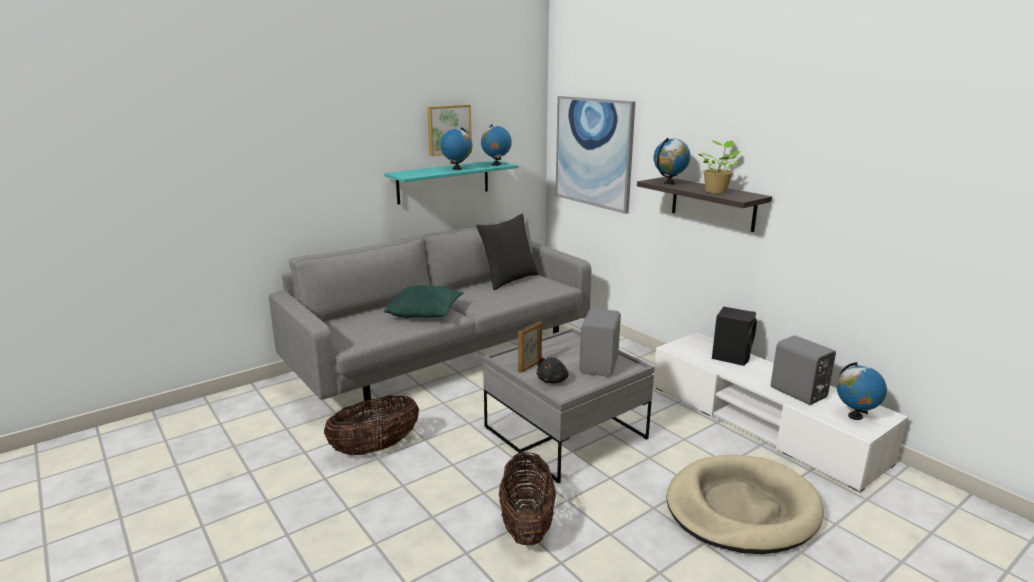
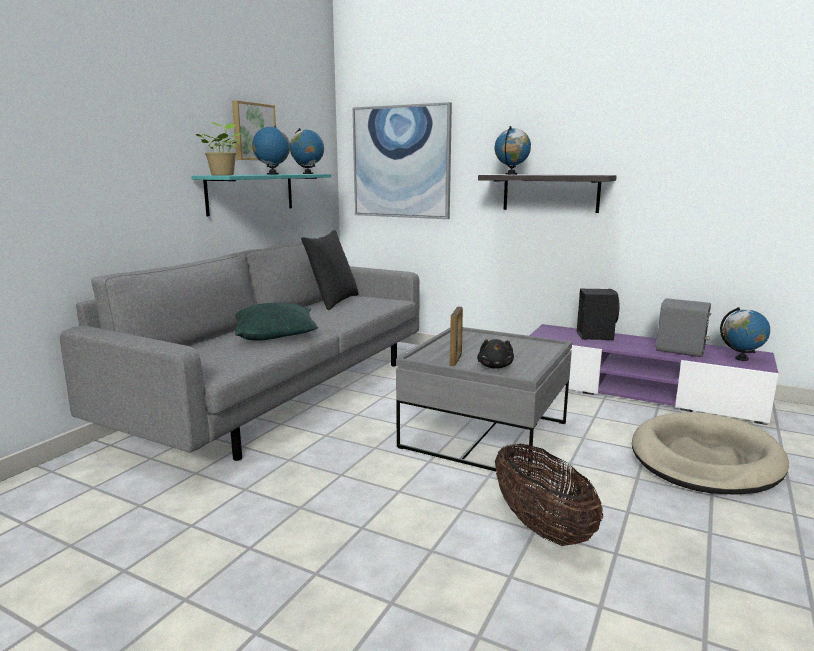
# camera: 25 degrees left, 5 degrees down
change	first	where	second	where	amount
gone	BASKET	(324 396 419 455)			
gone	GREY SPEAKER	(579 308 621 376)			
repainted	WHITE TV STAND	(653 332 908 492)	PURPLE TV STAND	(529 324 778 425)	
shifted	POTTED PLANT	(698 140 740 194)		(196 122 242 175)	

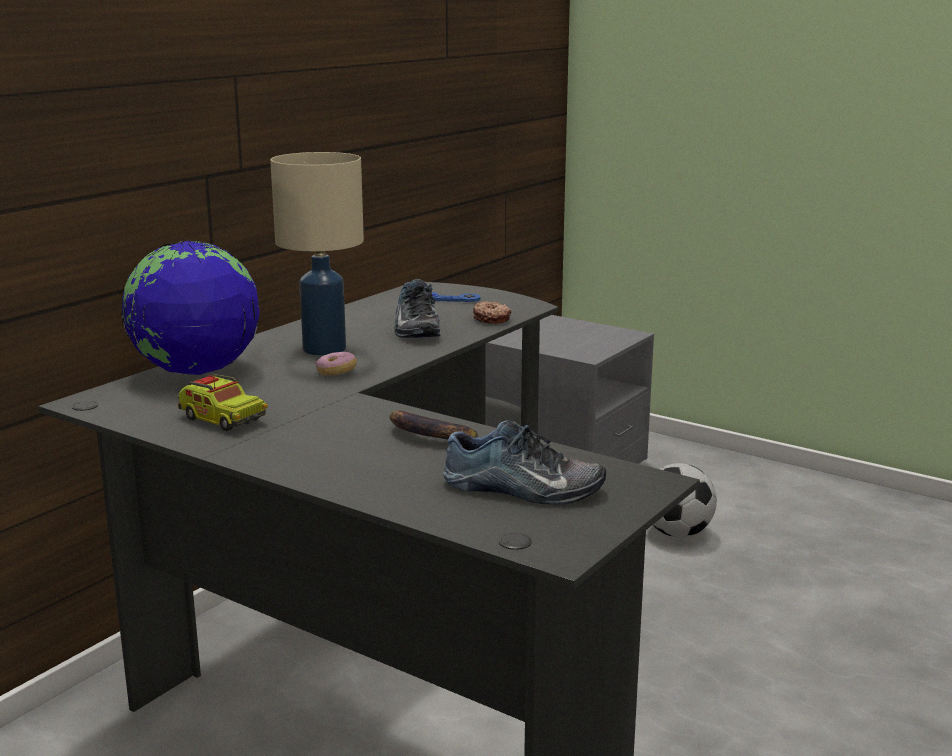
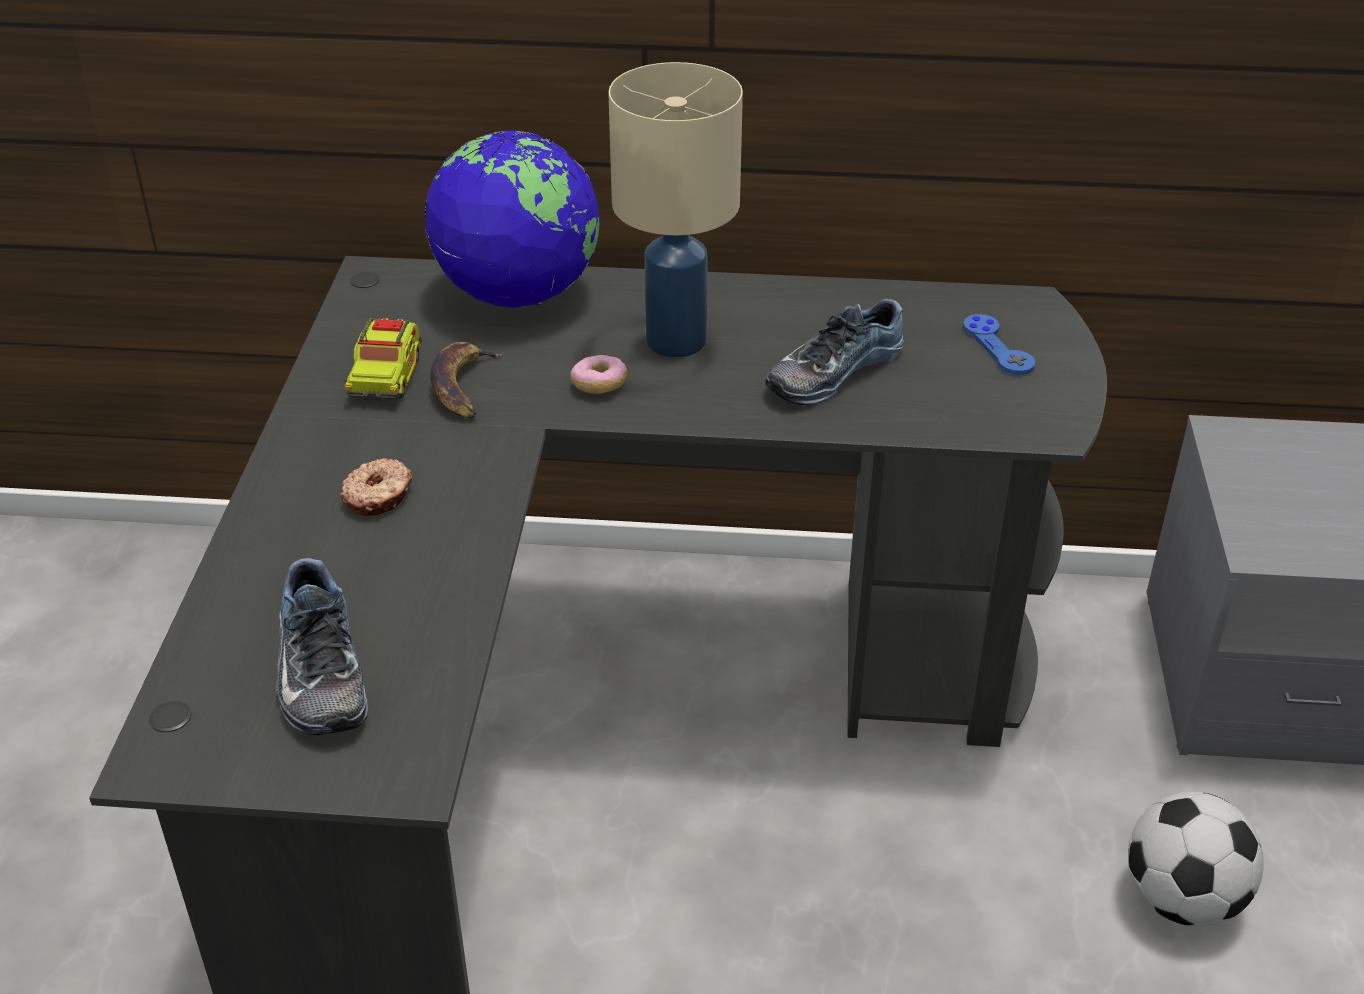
# camera: 60 degrees right, 20 degrees up
change	first	where	second	where	amount
shifted	BANANA	(389 410 478 439)		(430 342 503 419)	
shifted	DONUT	(473 301 512 324)		(340 458 412 516)	

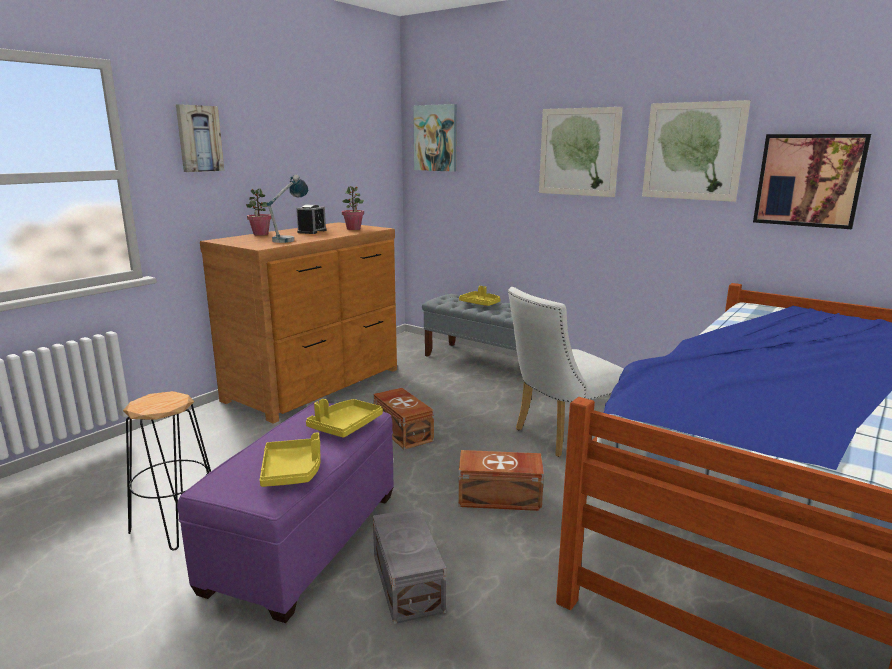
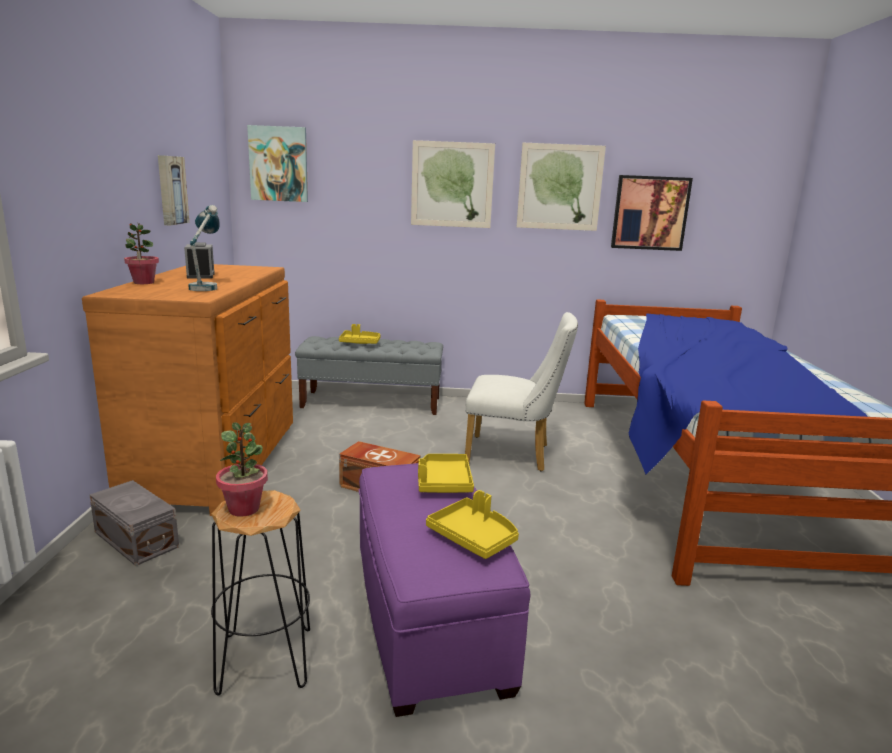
# camera: 35 degrees left, 0 degrees up
change	first	where	second	where	amount
shifted	PICTURE	(176 104 224 172)		(158 155 189 226)	
shifted	POTTED PLANT	(342 186 364 230)		(216 423 268 517)	
shifted	GREY STORAGE BOX	(373 508 446 624)		(90 480 179 566)	
gone	BROWN STORAGE BOX	(458 450 544 511)			
rotated	WHITE CHAIR	(508 287 624 457)		(465 312 578 471)	105 degrees counterclockwise

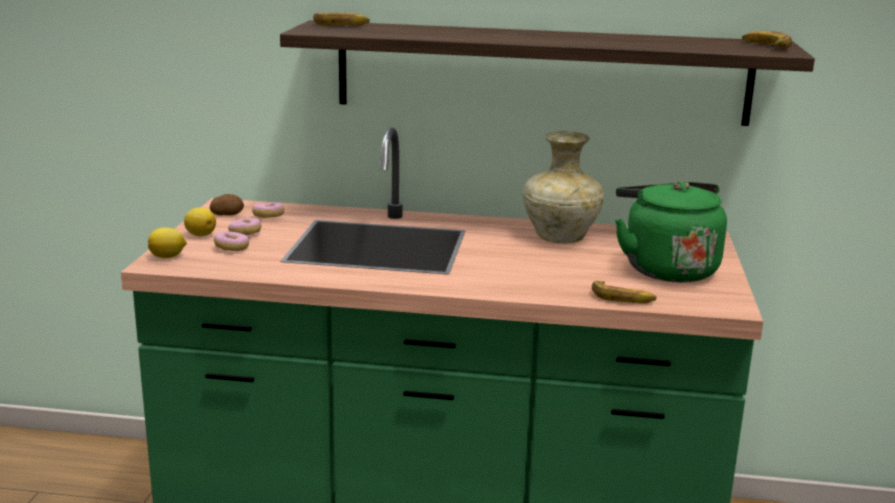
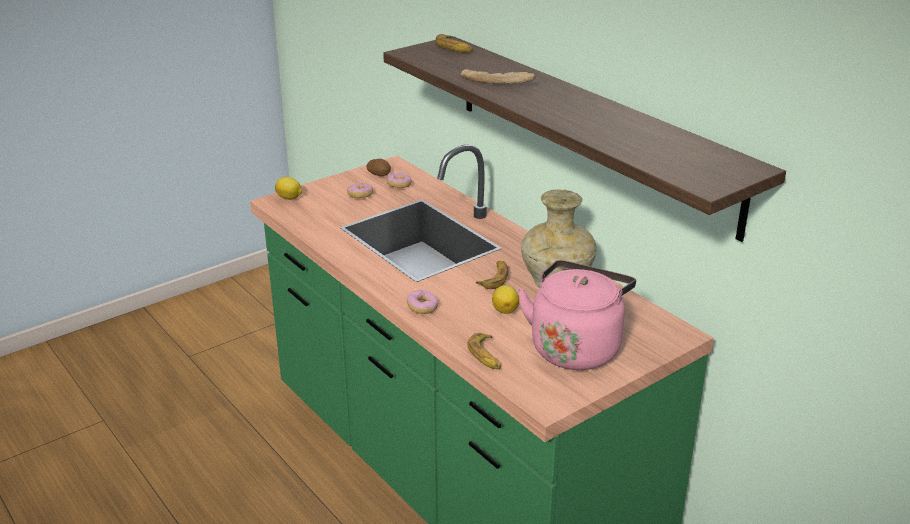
# camera: 45 degrees right, 10 degrees up
change	first	where	second	where	amount
shifted	LEMON	(184 207 216 237)		(492 285 519 314)	
shifted	DONUT	(214 231 249 251)		(407 290 438 314)	
repainted	GREEN KETTLE	(615 181 727 282)	PINK KETTLE	(517 260 636 370)	
shifted	BANANA	(742 31 792 49)		(476 261 508 289)	
new			BREAD	(461 69 536 84)	

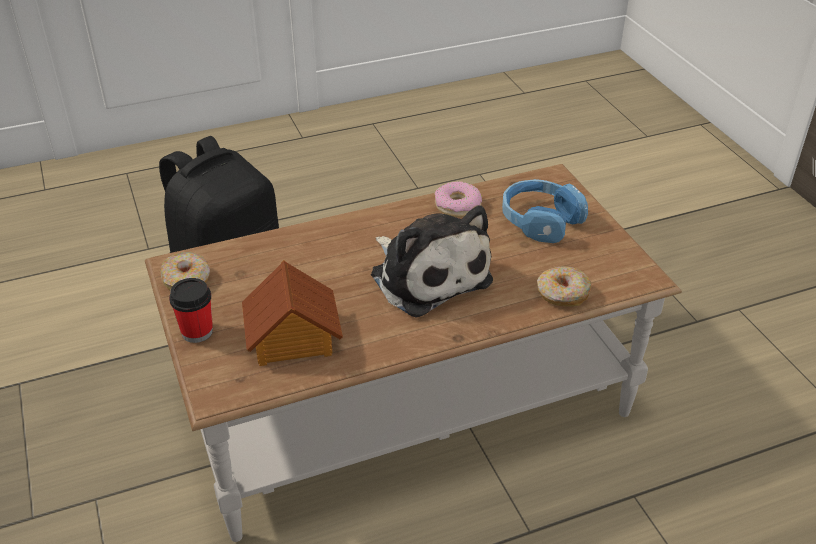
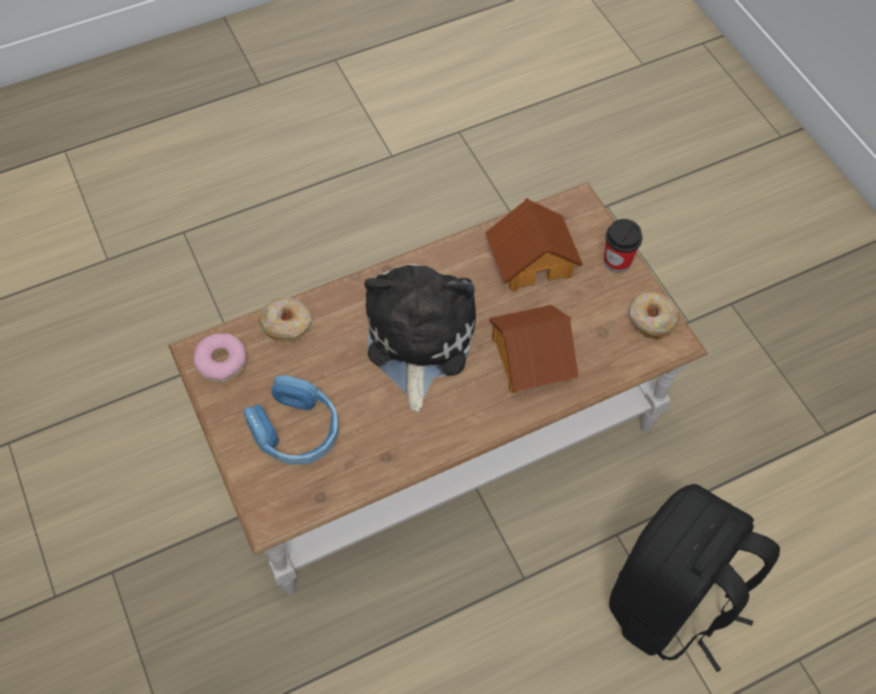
# camera: 175 degrees right, 20 degrees up
change	first	where	second	where	amount
rotated	PLUSH TOY	(371 205 493 318)		(364 264 476 412)	45 degrees clockwise
shifted	DONUT	(434 181 482 217)		(193 333 246 383)	
new			TOY HOUSE	(489 305 579 393)	

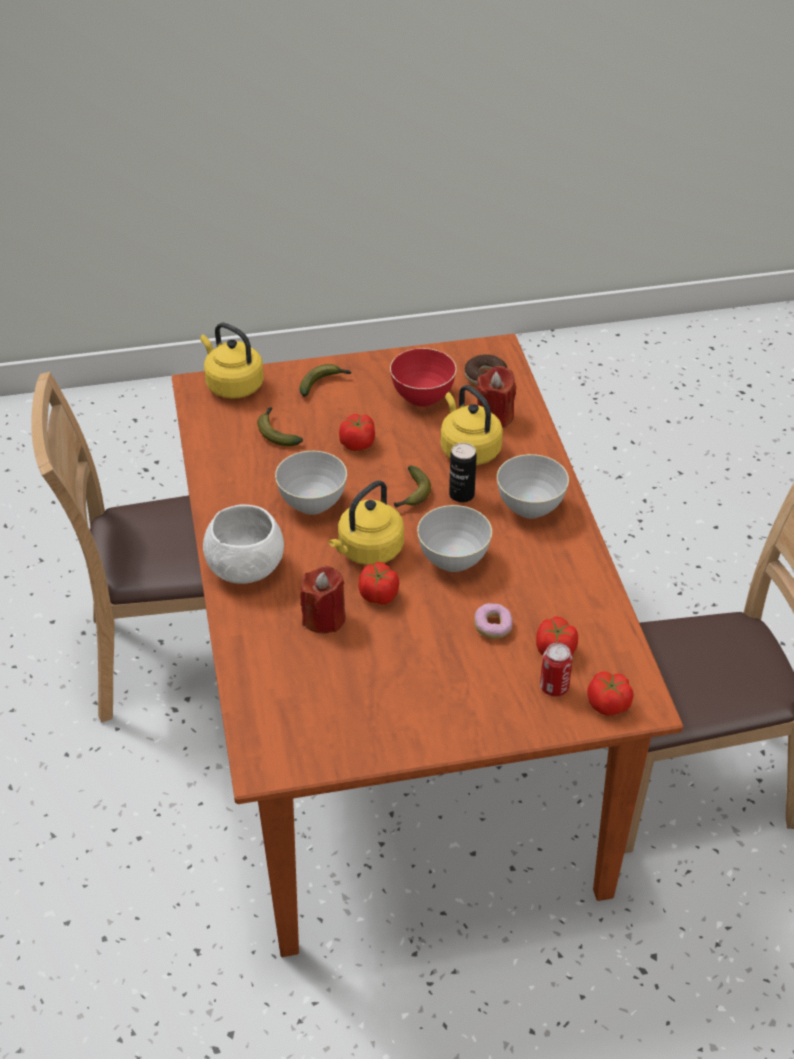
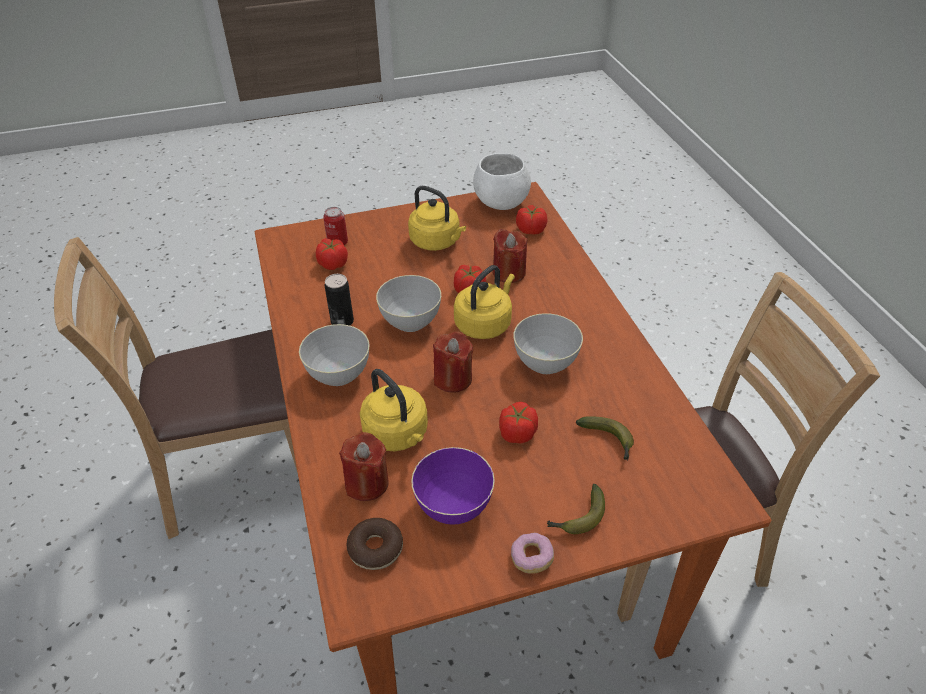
# camera: 175 degrees right, 0 degrees up
change	first	where	second	where	amount
shifted	YELLOW KETTLE	(200 323 264 399)		(408 186 466 251)	
shifted	WHITE BOWL	(203 504 284 584)		(473 153 531 210)	
repainted	RED BOWL	(390 348 456 407)	PURPLE BOWL	(411 447 495 525)	
swapped	BANANA	(394 465 431 508)	RED CANDLE	(433 331 474 393)	
shifted	CAN	(449 443 477 503)		(325 274 354 326)	
shifted	DONUT	(474 603 513 639)		(511 533 554 574)	
shifted	TOMATO	(587 671 634 716)		(516 205 547 235)	

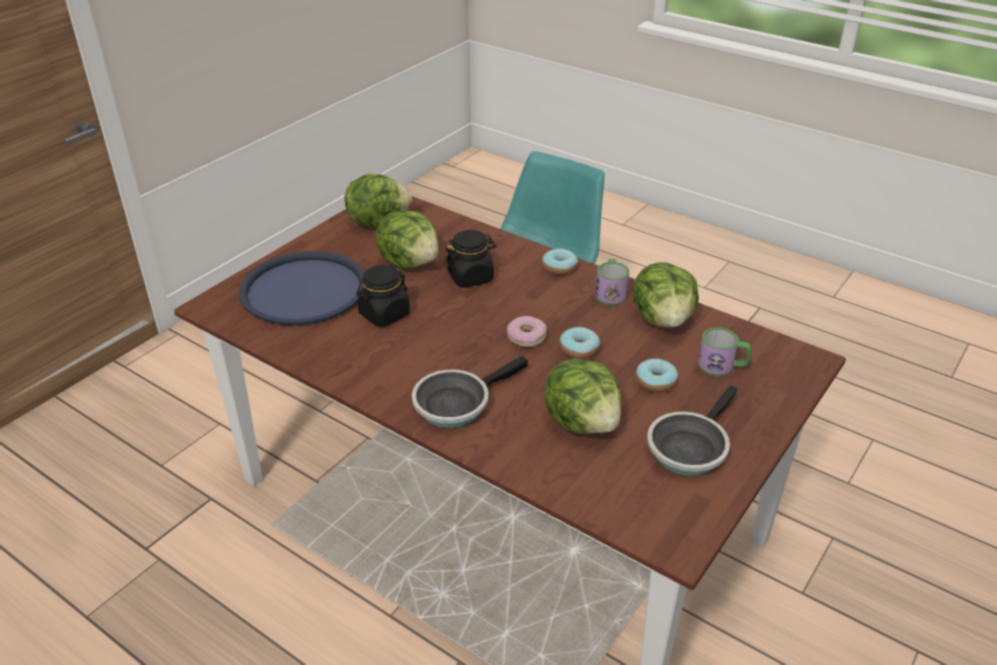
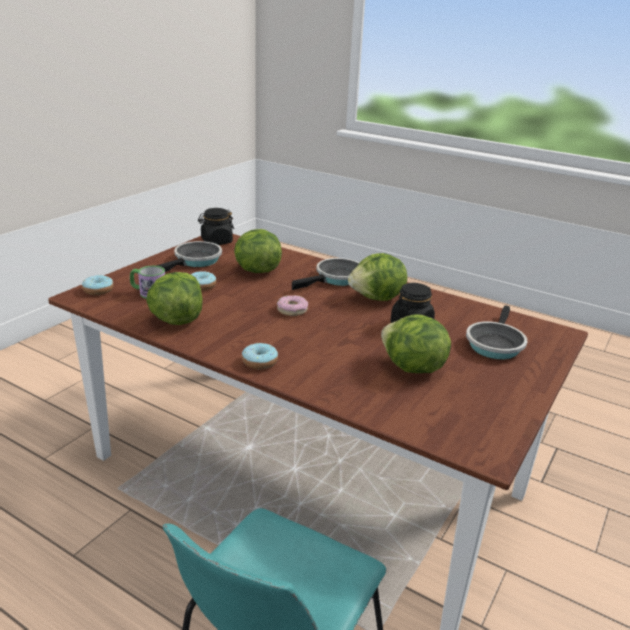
# camera: 175 degrees right, 10 degrees down
change	first	where	second	where	amount
swapped	BLUE TRAY	(239 251 365 326)	FRYING PAN	(466 305 527 359)	
shifted	LETTUCE	(345 173 412 228)		(348 253 407 301)	
shifted	BLACK JAR	(445 230 496 288)		(198 208 234 245)	
shifted	DONUT	(559 327 600 359)		(82 275 114 295)	
gone	MUG	(595 259 630 306)			

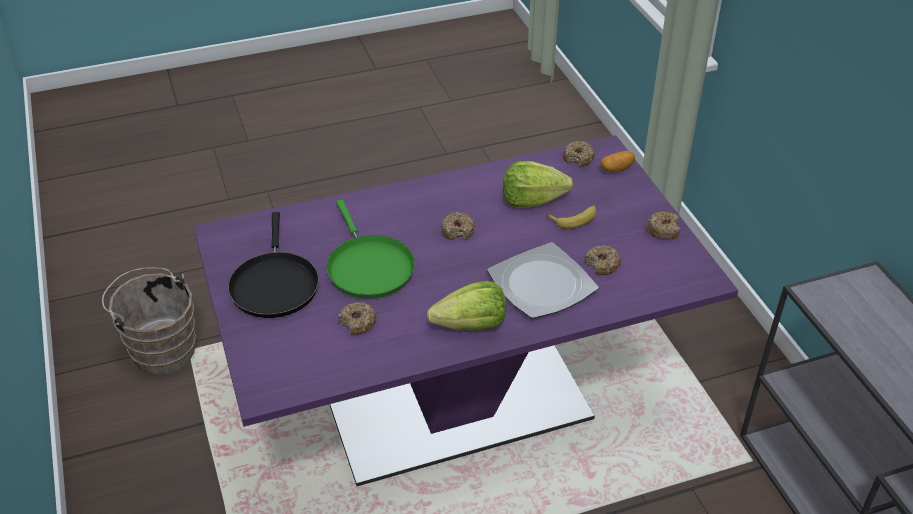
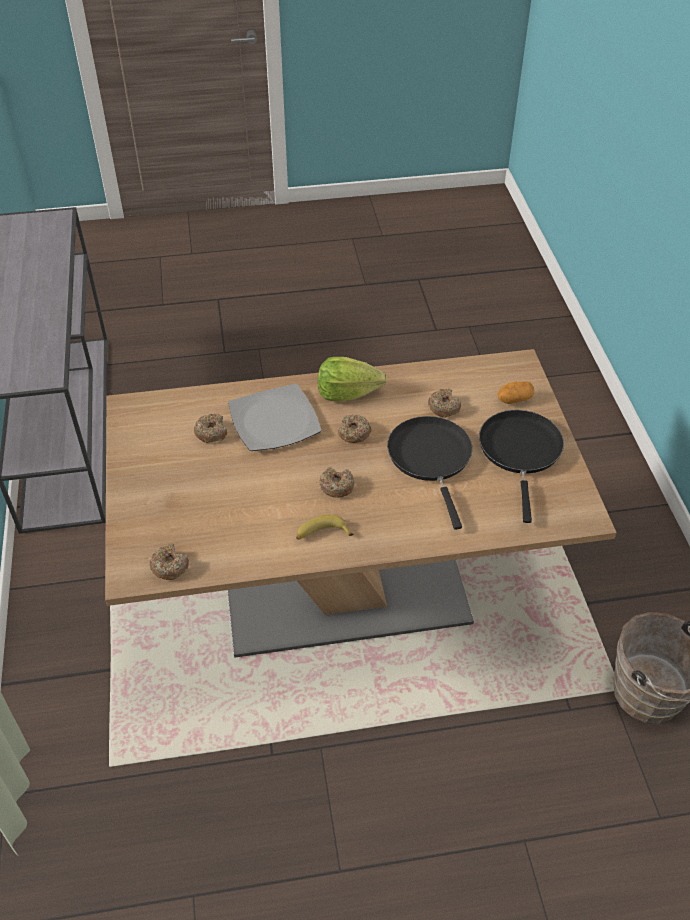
# camera: 170 degrees left, 5 degrees up
change	first	where	second	where	amount
repainted	PURPLE DINING TABLE	(193 135 738 486)	BROWN DINING TABLE	(105 349 617 658)	
repainted	GREEN FRYING PAN	(326 200 415 299)	BLACK FRYING PAN	(387 416 472 530)	
gone	LETTUCE	(503 161 573 207)			
shifted	BANANA	(546 205 597 229)		(296 515 354 540)	
shifted	POTATO	(600 151 635 172)		(497 381 534 404)	
shifted	DONUT	(646 212 680 240)		(338 415 372 443)	

